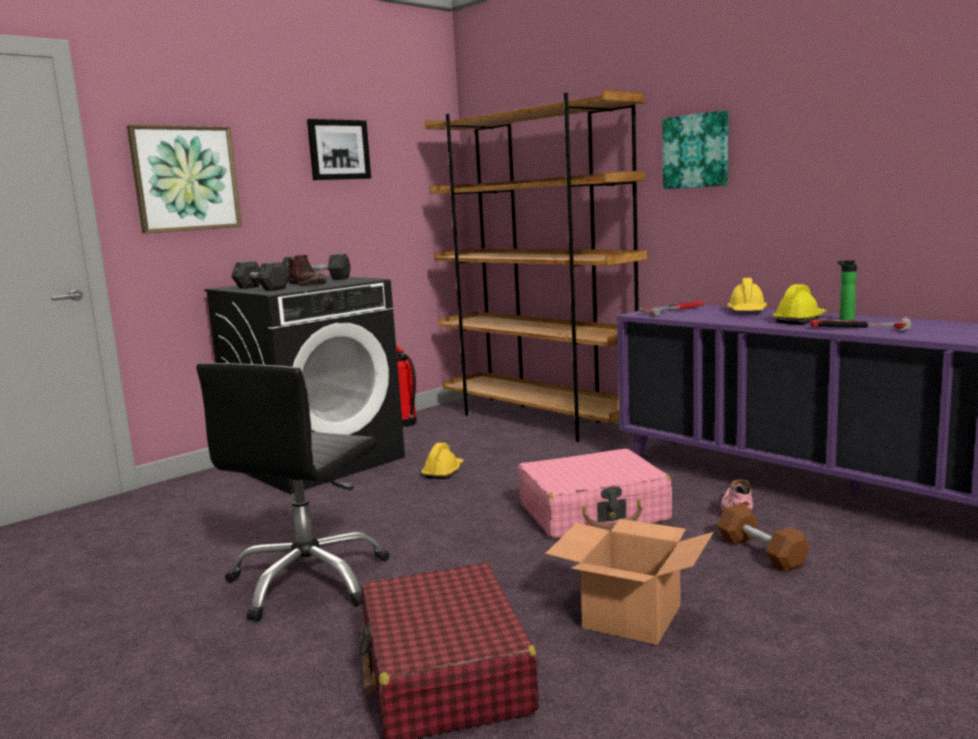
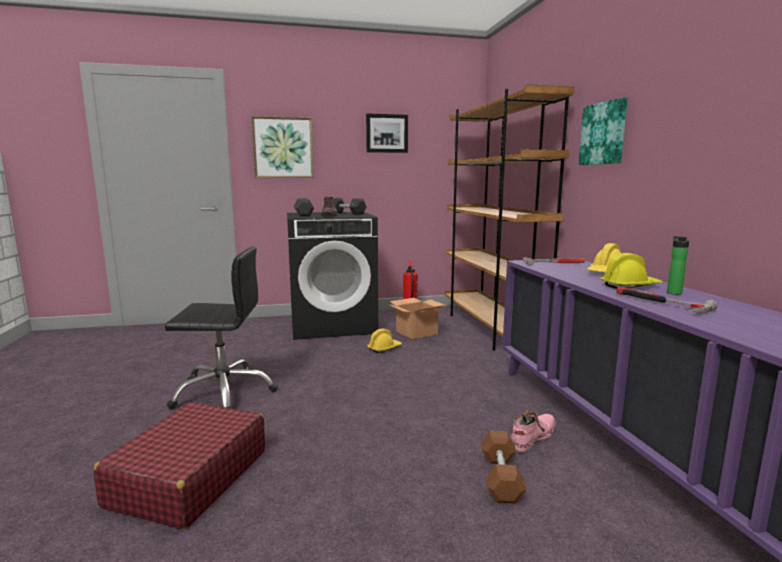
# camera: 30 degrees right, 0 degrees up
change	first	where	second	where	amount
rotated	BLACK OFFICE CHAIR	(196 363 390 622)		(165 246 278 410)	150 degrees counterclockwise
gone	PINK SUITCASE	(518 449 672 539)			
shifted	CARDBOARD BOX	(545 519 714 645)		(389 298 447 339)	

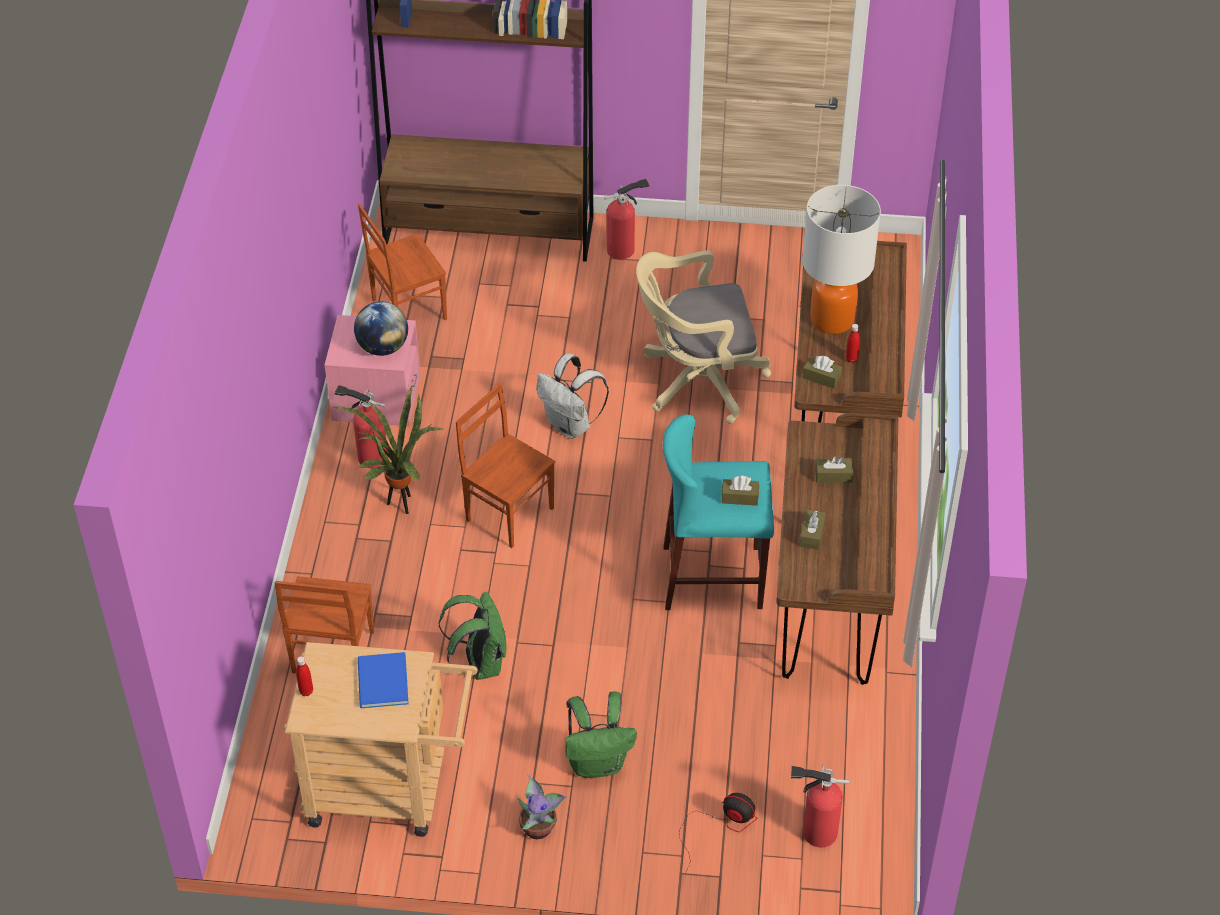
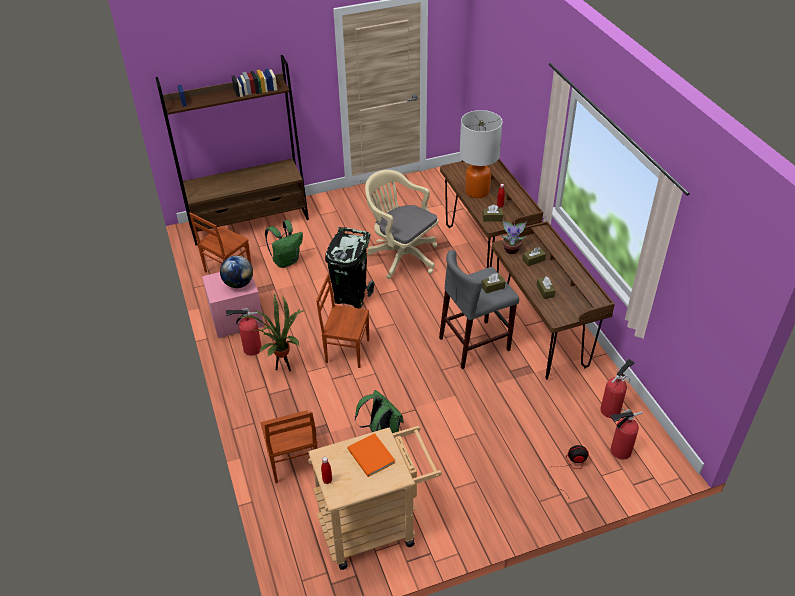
# camera: 25 degrees left, 5 degrees down
change	first	where	second	where	amount
repainted	BLUE BOOK	(358 652 409 708)	ORANGE BOOK	(347 433 395 477)	
shifted	POTTED PLANT	(518 775 567 840)		(500 219 527 254)	
swapped	WHITE BACKPACK	(537 353 609 439)	BLACK TRASH CAN	(325 227 374 308)	
shifted	GREEN BACKPACK	(565 691 637 778)		(265 220 303 268)	
shifted	FIRE EXTINGUISHER	(604 178 649 259)		(600 359 635 418)	
rotated	BEIGE OFFICE CHAIR	(636 250 771 424)		(365 170 438 279)	75 degrees clockwise
repainted	TURQUOISE STOOL	(663 414 774 610)	GREY STOOL	(439 250 519 369)	

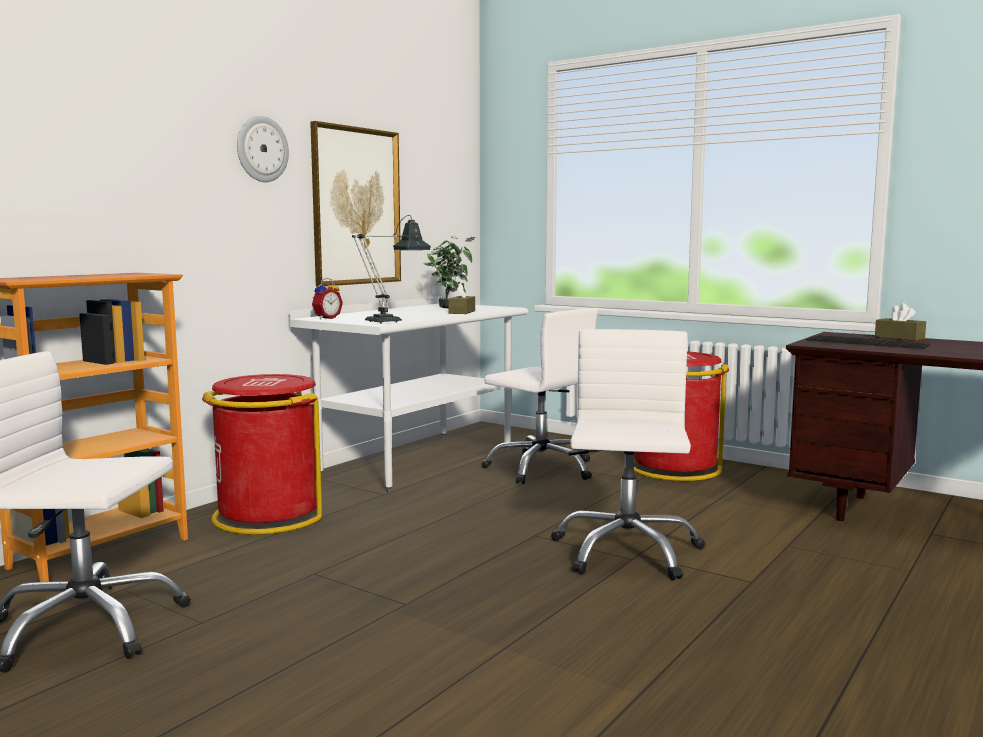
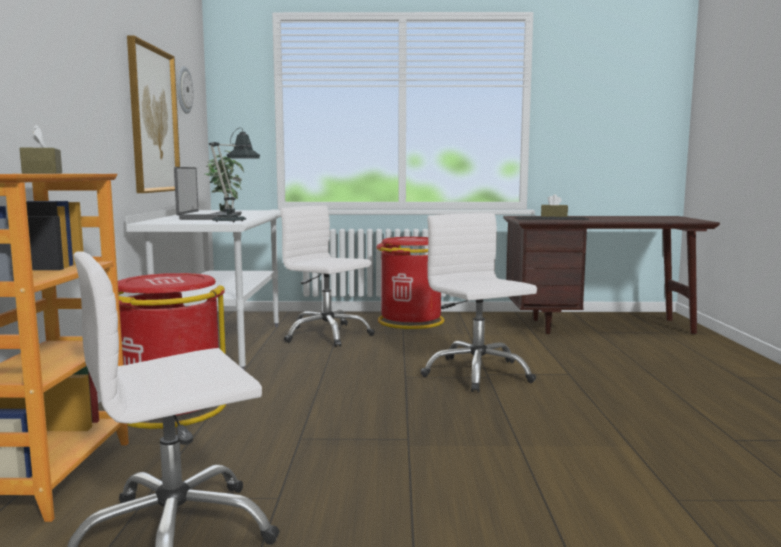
# camera: 35 degrees left, 0 degrees up
change	first	where	second	where	amount
shifted	WALL CLOCK	(237 116 289 182)		(177 66 194 114)	
gone	ALARM CLOCK	(312 278 343 319)			
shifted	BROWN TISSUE BOX	(448 283 475 314)		(20 124 62 174)	
rotated	WHITE OFFICE CHAIR	(482 308 597 484)		(280 206 375 347)	150 degrees counterclockwise
new			LAPTOP	(174 167 242 220)	

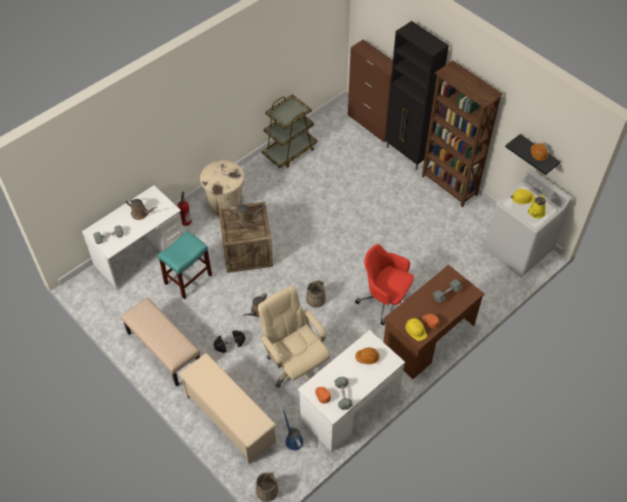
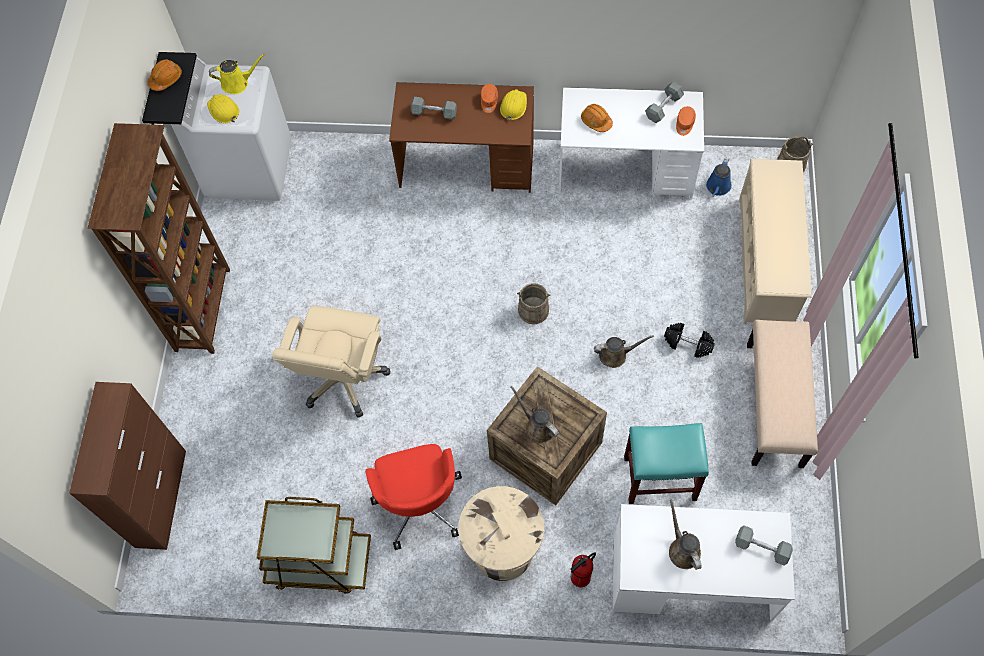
# camera: 130 degrees left, 10 degrees up
change	first	where	second	where	amount
shifted	BEIGE OFFICE CHAIR	(258 285 330 388)		(272 306 390 418)	
shifted	RED OFFICE CHAIR	(355 244 414 325)		(365 444 462 550)	
gone	BLACK CABINET	(385 21 449 170)			

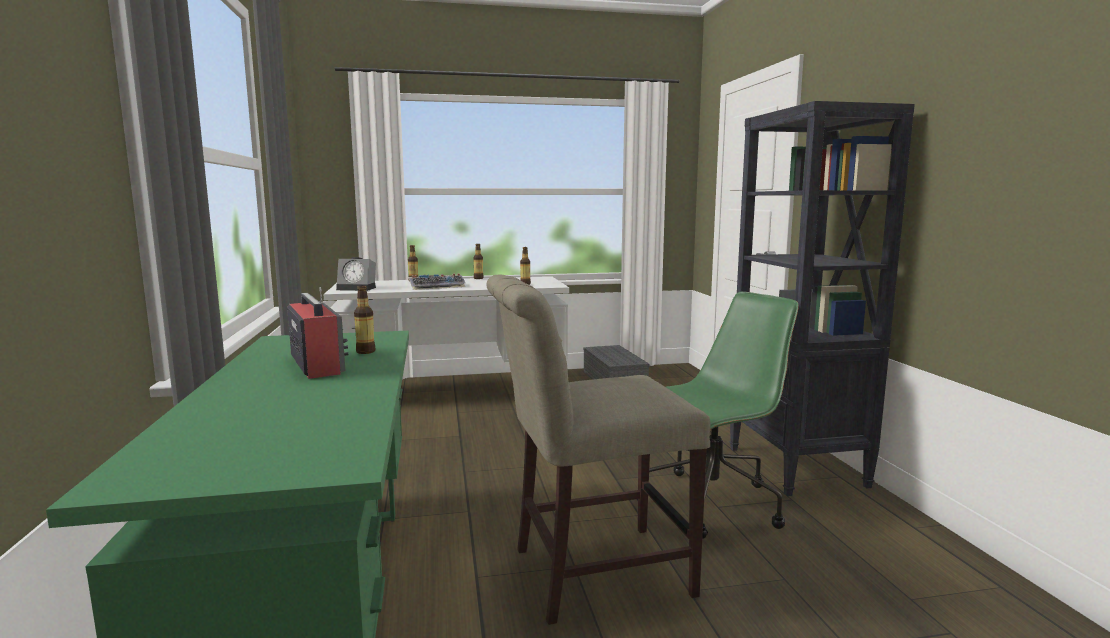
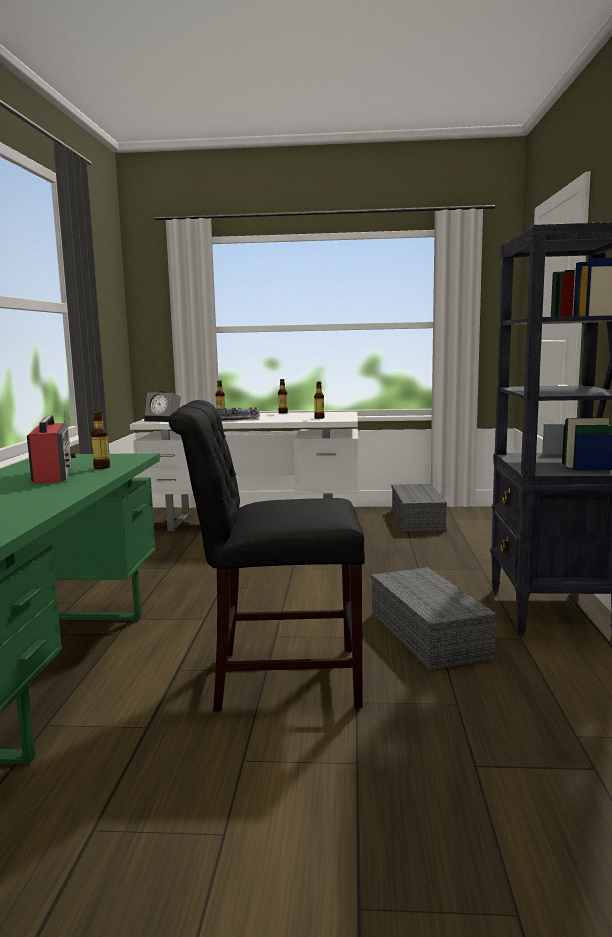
# camera: 15 degrees right, 0 degrees up
change	first	where	second	where	amount
repainted	BEIGE CHAIR	(486 274 711 625)	BLACK CHAIR	(169 400 365 711)	
swapped	GREEN OFFICE CHAIR	(637 292 799 539)	GREY STORAGE BOX	(371 567 497 671)	

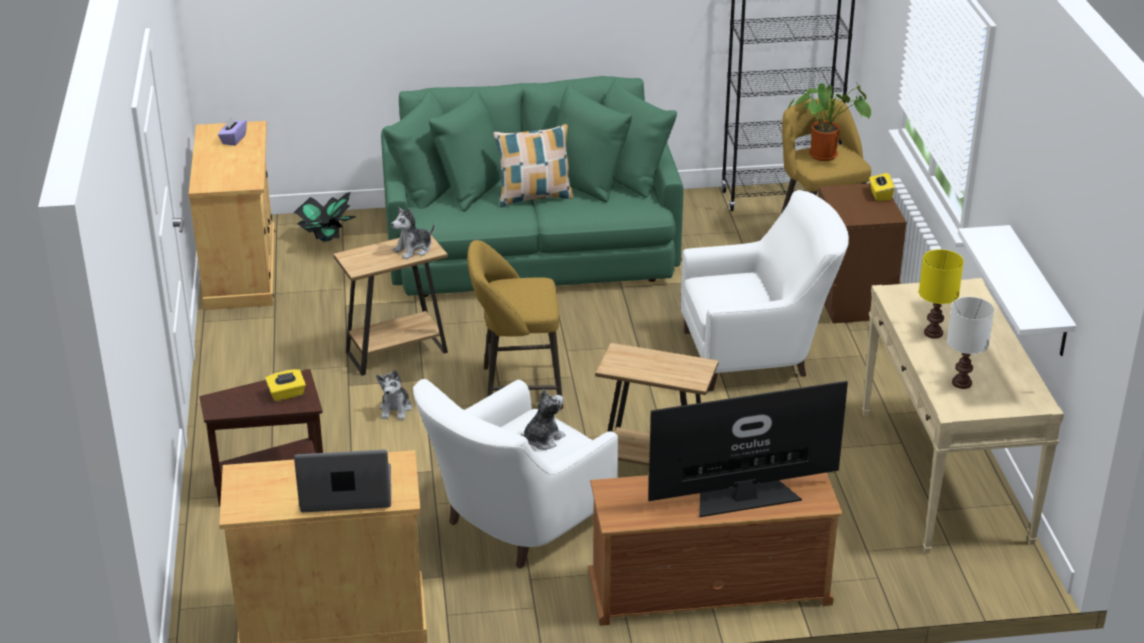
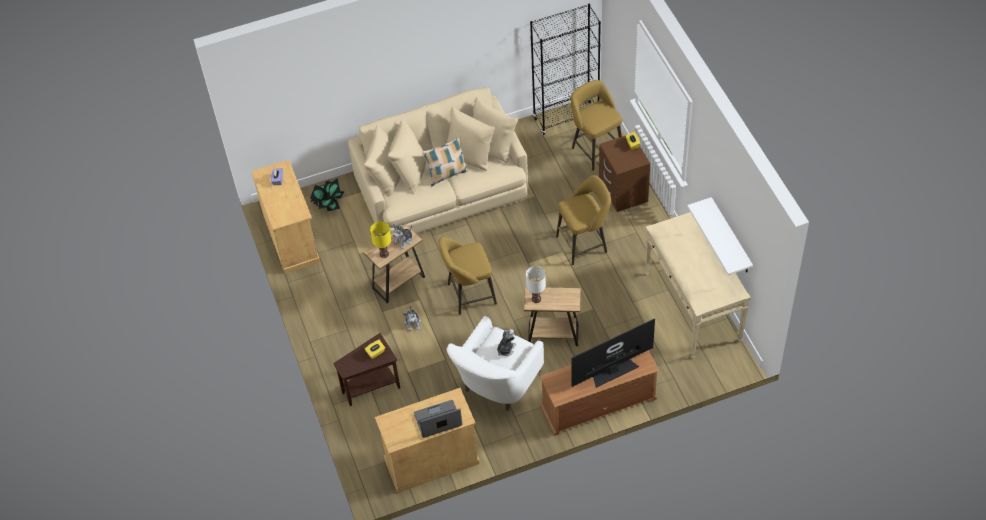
# camera: 10 degrees left, 20 degrees up
change	first	where	second	where	amount
repainted	GREEN SOFA	(381 76 684 297)	BEIGE SOFA	(348 87 528 235)	
swapped	WHITE ARMCHAIR	(681 190 849 391)	YELLOW STOOL	(556 175 611 265)	
gone	POTTED PLANT	(788 82 871 161)			
shifted	YELLOW TABLE LAMP	(919 249 964 339)		(370 221 391 258)	
shifted	WHITE TABLE LAMP	(947 297 994 389)		(526 266 546 303)	

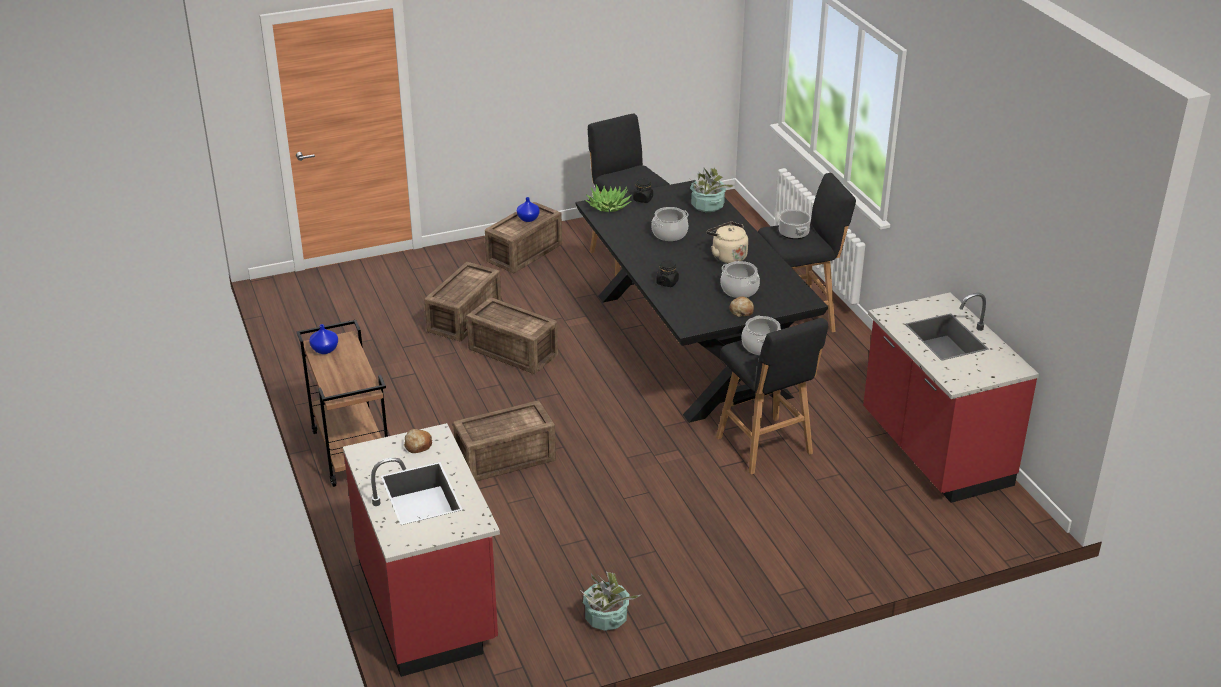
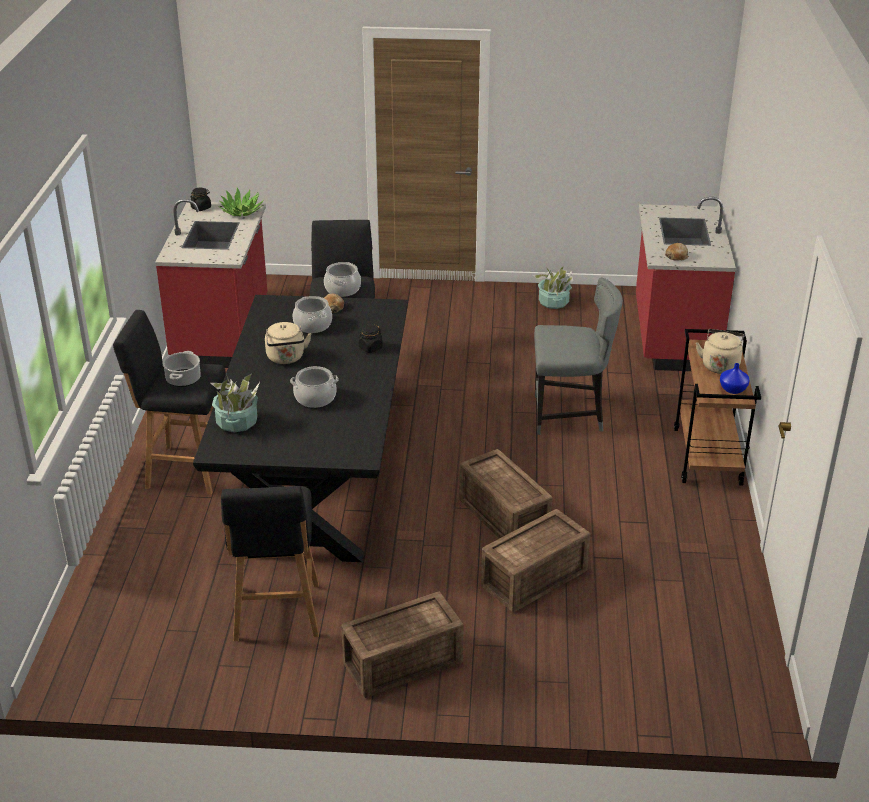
# camera: 155 degrees left, 0 degrees up
change	first	where	second	where	amount
swapped	CRATE	(453 401 556 481)	GREY CHAIR	(534 277 623 435)	
gone	BLUE VASE	(517 197 540 222)			
shifted	POTTED PLANT	(586 185 631 212)		(218 188 264 217)	
shifted	BLACK JAR	(633 178 653 203)		(190 188 211 211)	
new			BEIGE KETTLE	(696 329 744 374)	

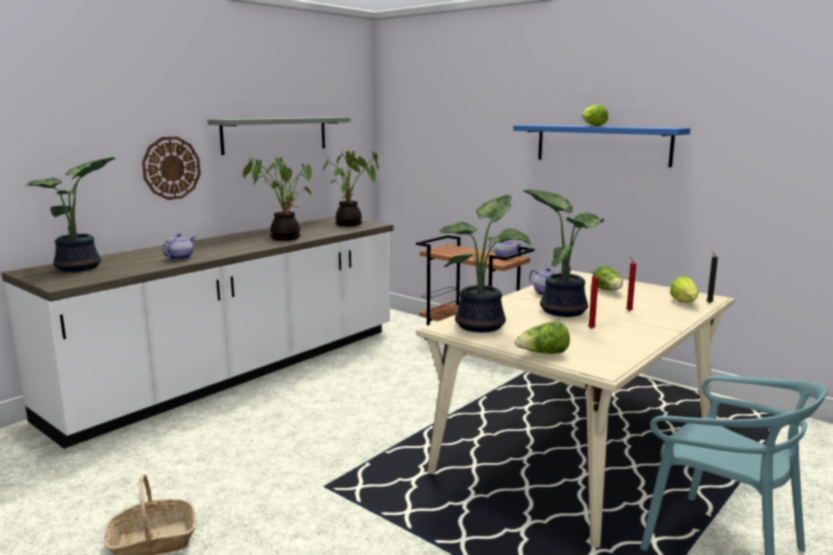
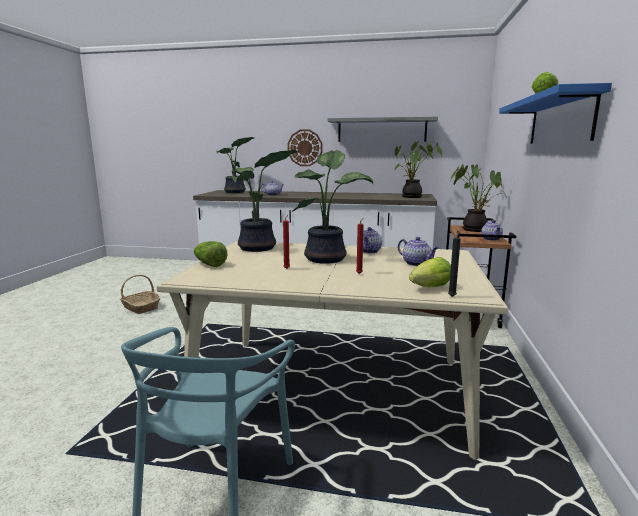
# camera: 60 degrees right, 0 degrees up
change	first	where	second	where	amount
shifted	POTTED PLANT	(243 157 312 241)		(451 164 507 232)	
swapped	LETTUCE	(593 265 623 290)	TEAPOT	(398 237 438 266)	

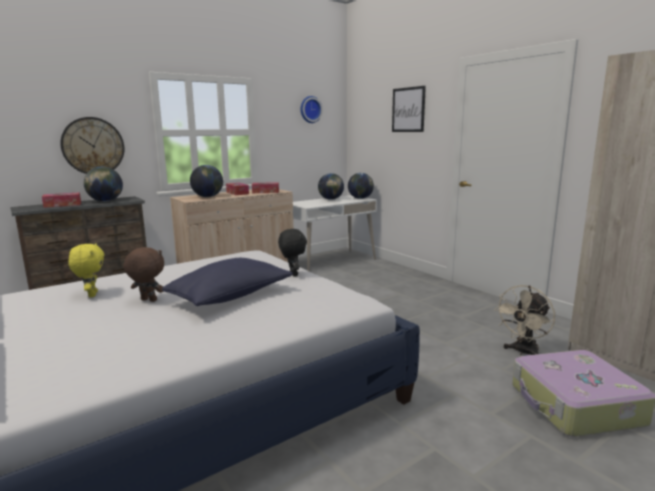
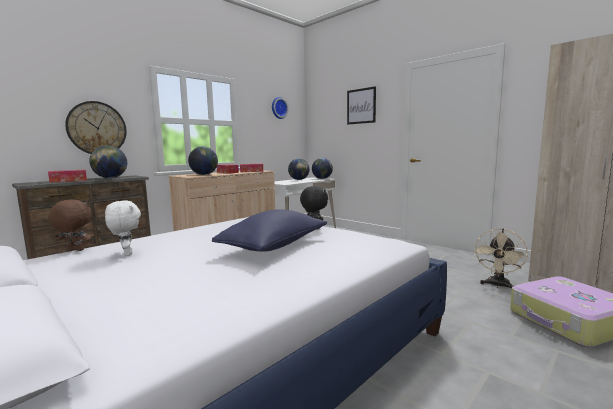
# camera: 10 degrees left, 5 degrees down
change	first	where	second	where	amount
repainted	YELLOW PLUSH TOY	(68 243 104 297)	WHITE PLUSH TOY	(105 201 141 256)	
shifted	BROWN PLUSH TOY	(124 247 164 302)		(48 199 92 251)	

